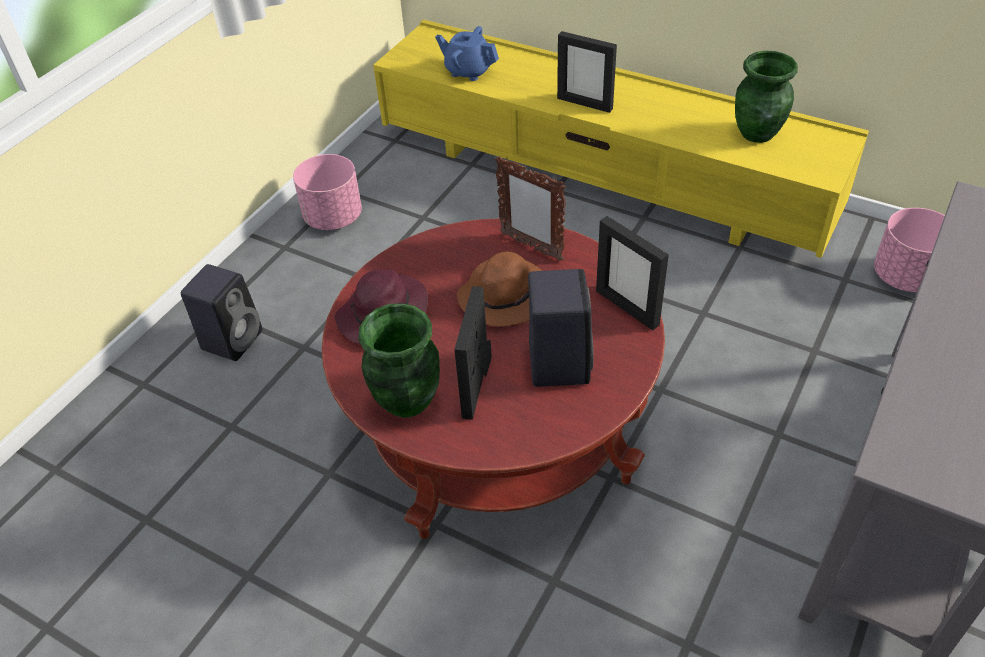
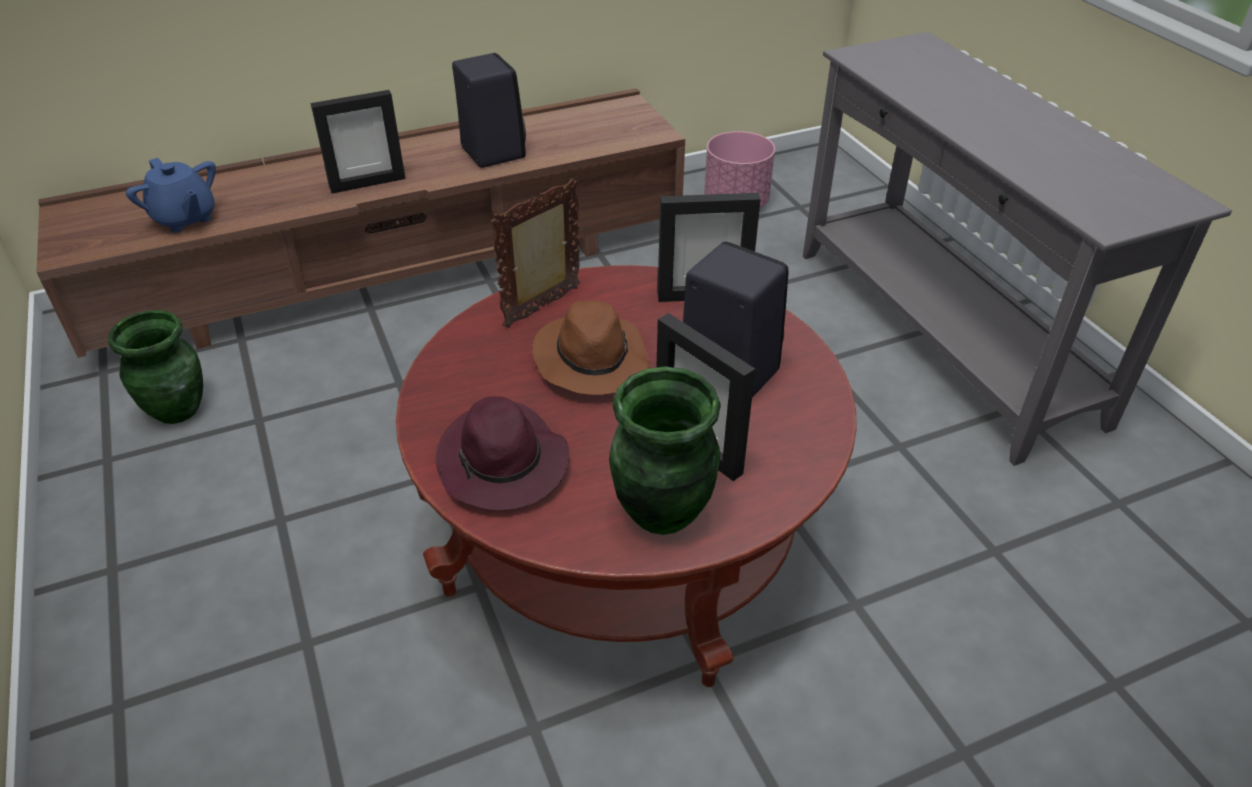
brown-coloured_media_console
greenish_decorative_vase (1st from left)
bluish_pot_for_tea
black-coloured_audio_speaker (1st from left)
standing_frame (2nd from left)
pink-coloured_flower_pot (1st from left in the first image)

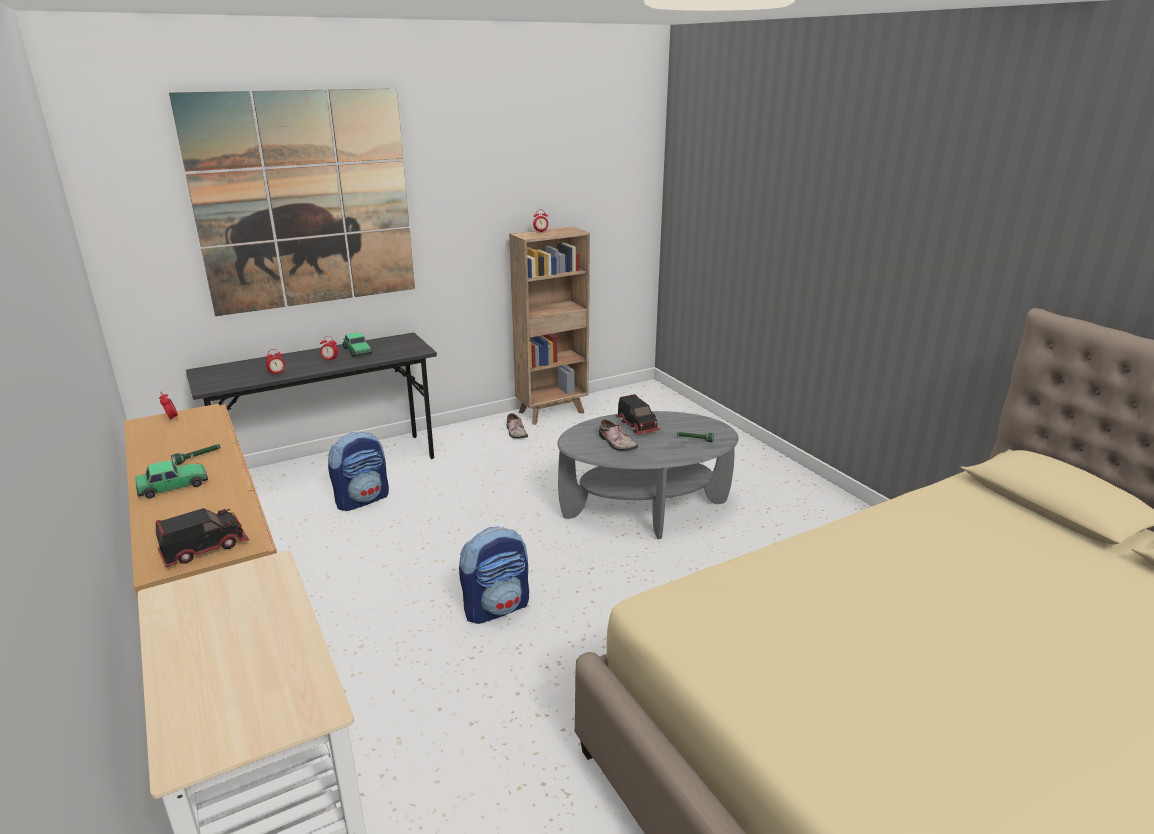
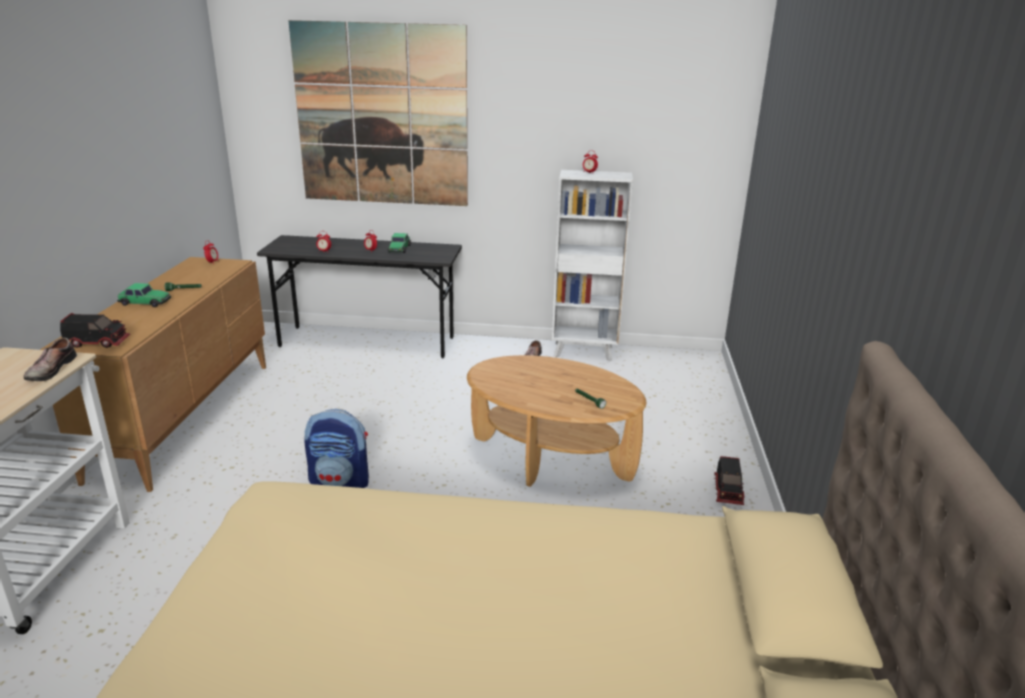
item_of_footwear (1st from left)
brown-coloured_coffee_table
whitish_bookcase
toy_truck (2nd from left)
rucksack (1st from left in the first image)

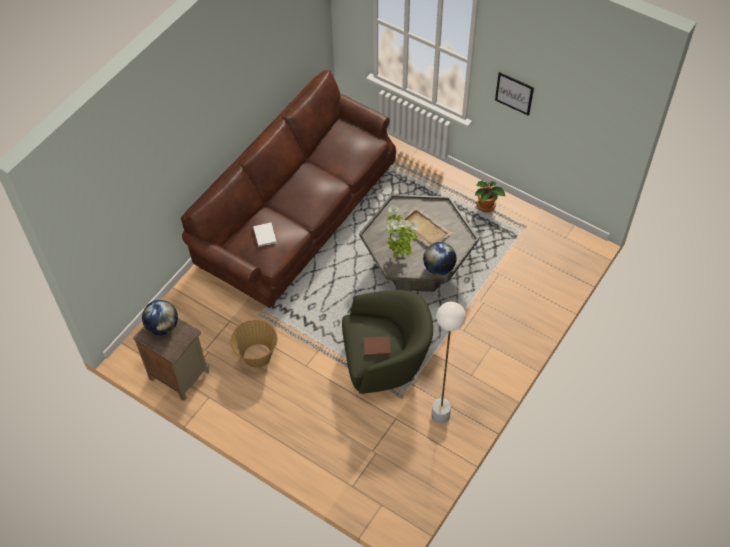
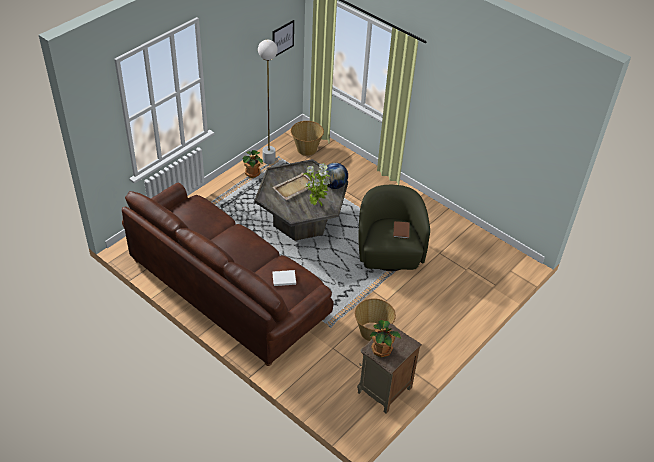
whitish_floor_lamp
wall_picture
storage_basket (1st from left)
potted_plant (3rd from left)

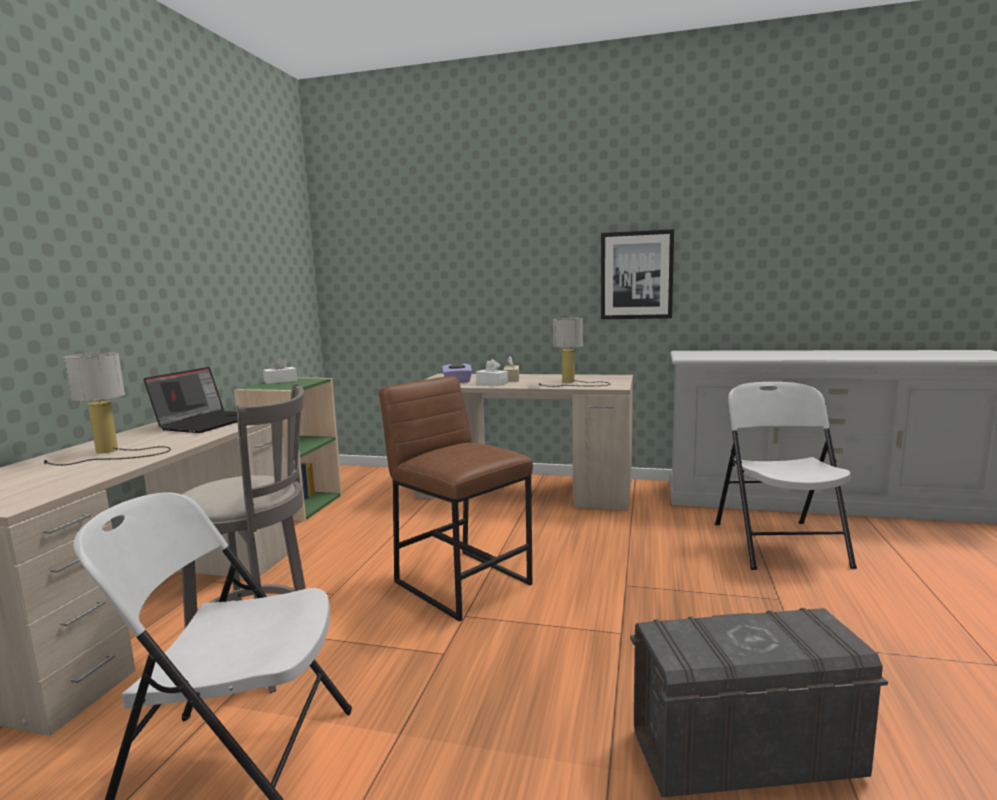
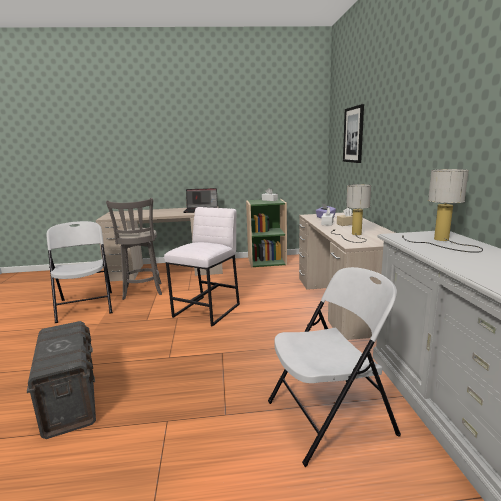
whitish_plain_chair (2nd from left)
wall_picture
lamp_for_a_table (2nd from left)

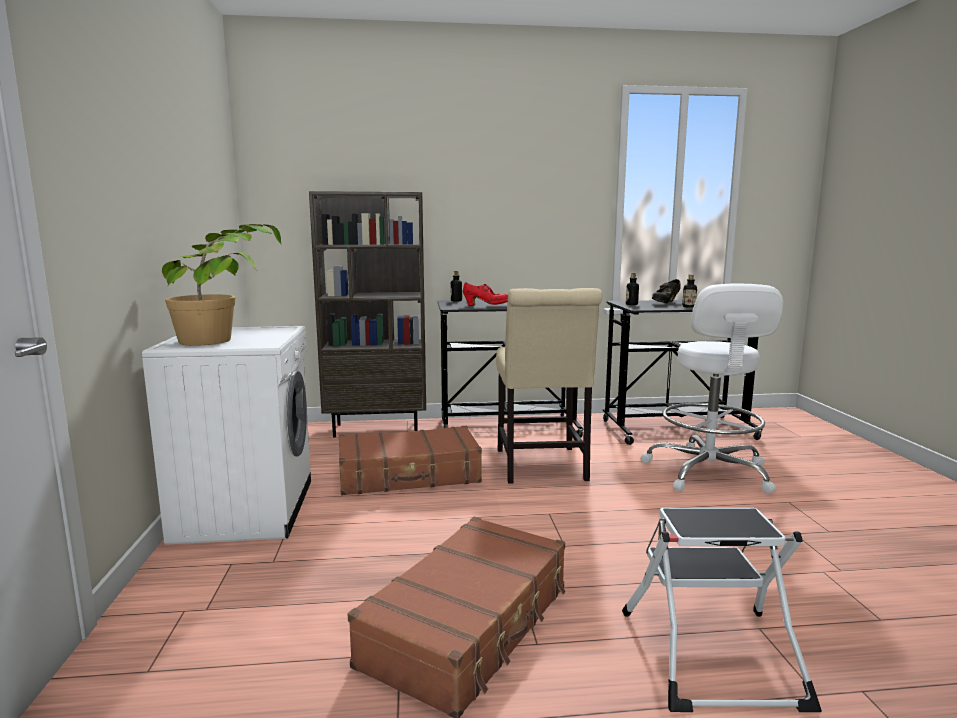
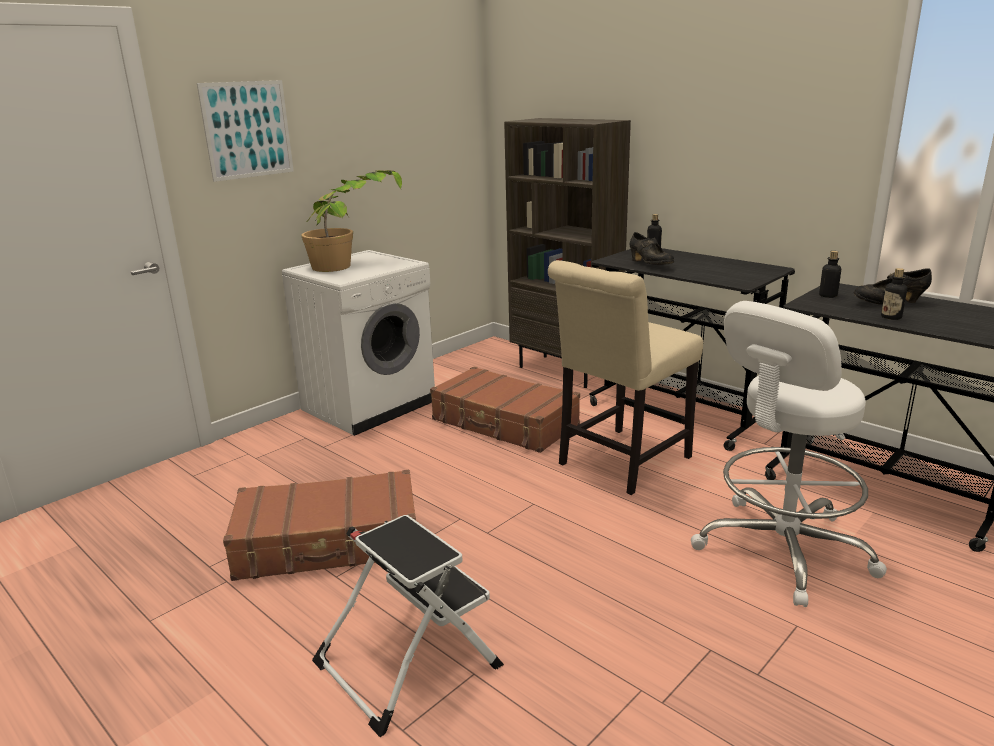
wall_picture
black-coloured_item_of_footwear (1st from left)

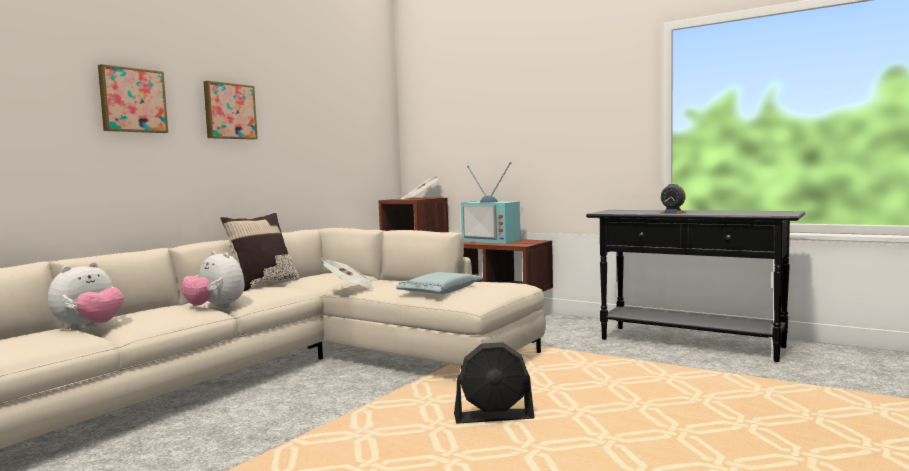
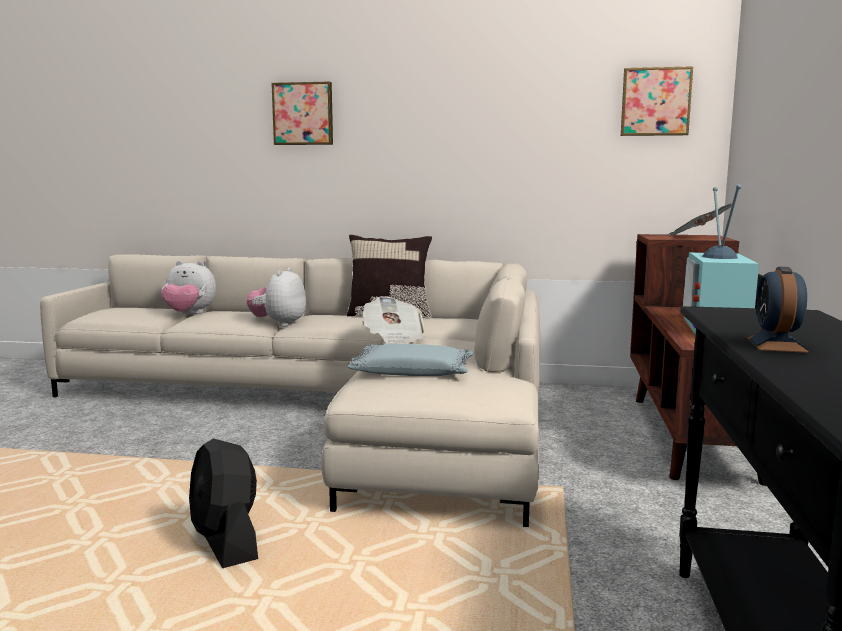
wall_picture (2nd from left)

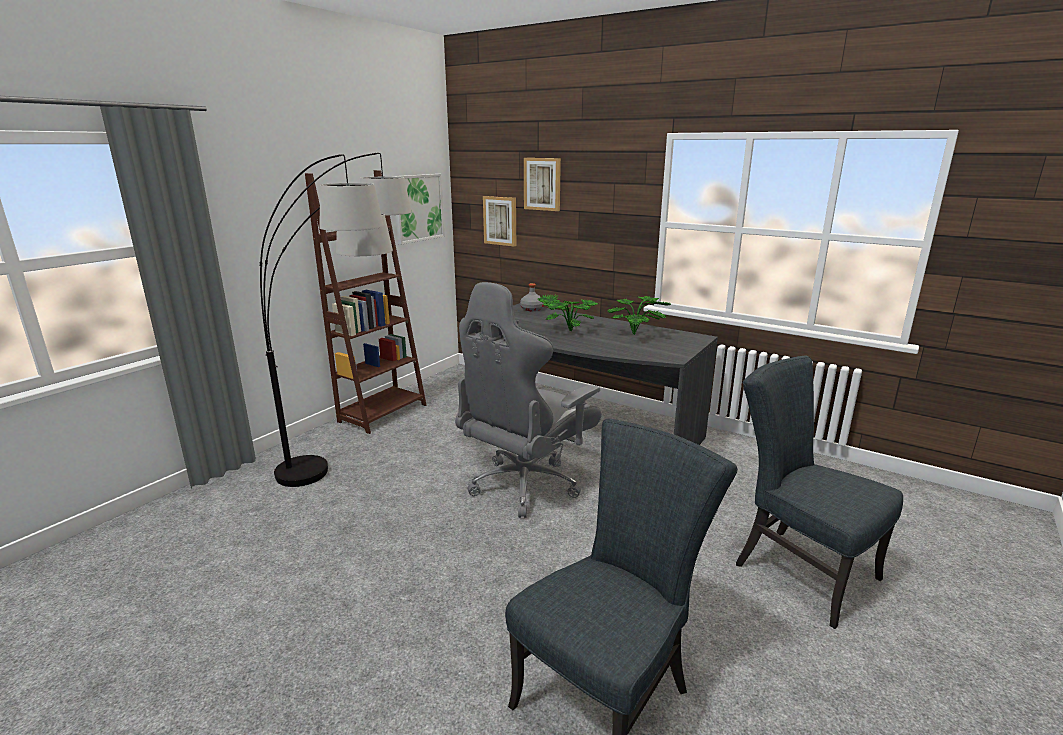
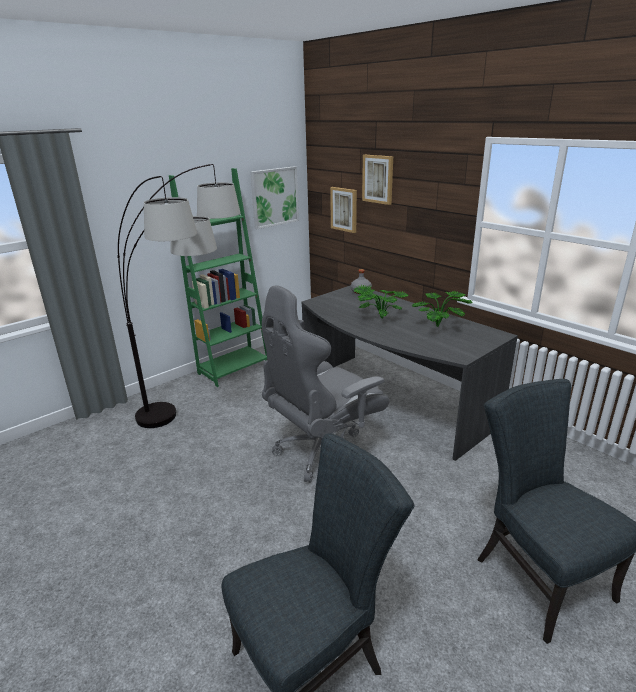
greenish_bookcase

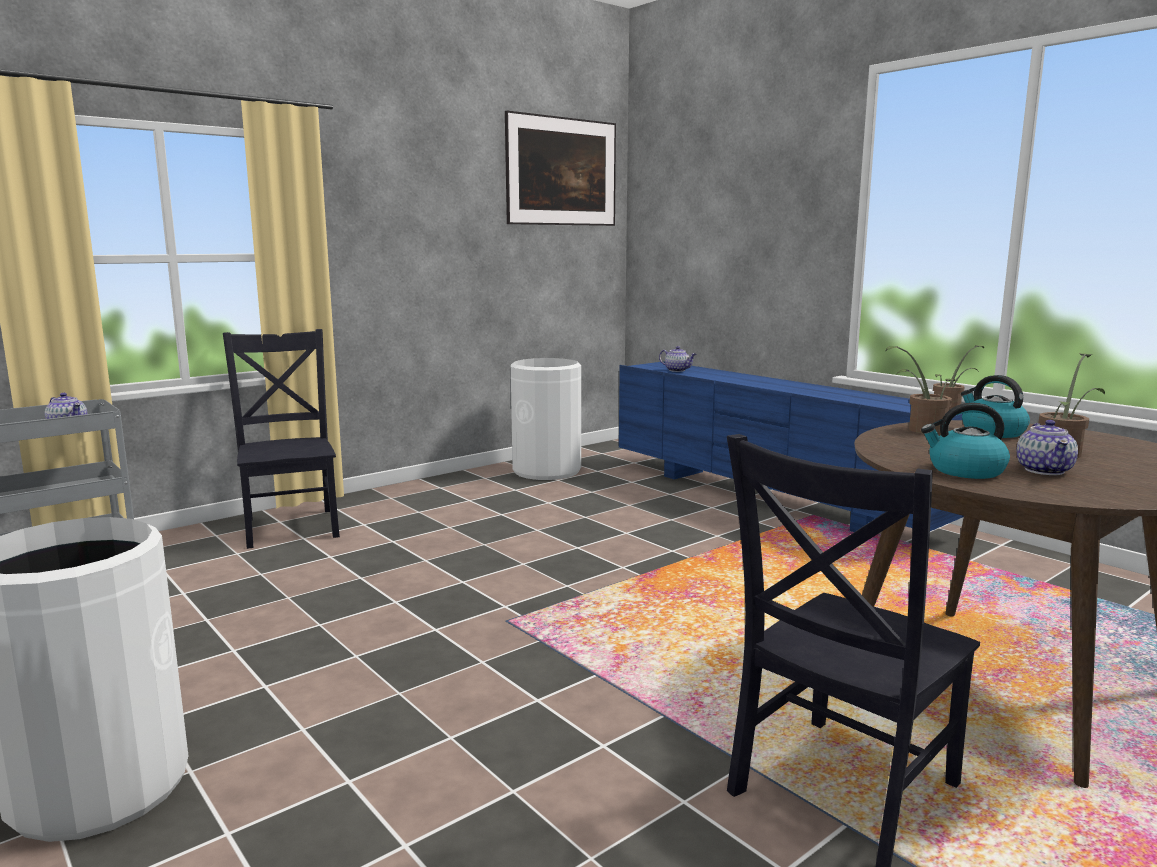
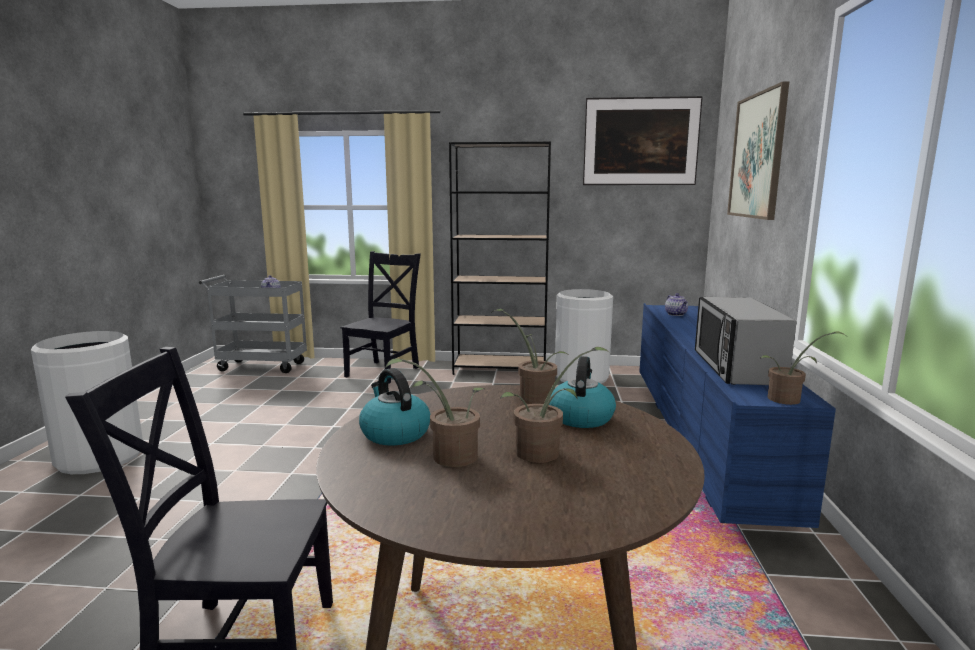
potted_plant (1st from left)
beige-coloured_bookcase
microwave_oven
wall_picture (2nd from left)

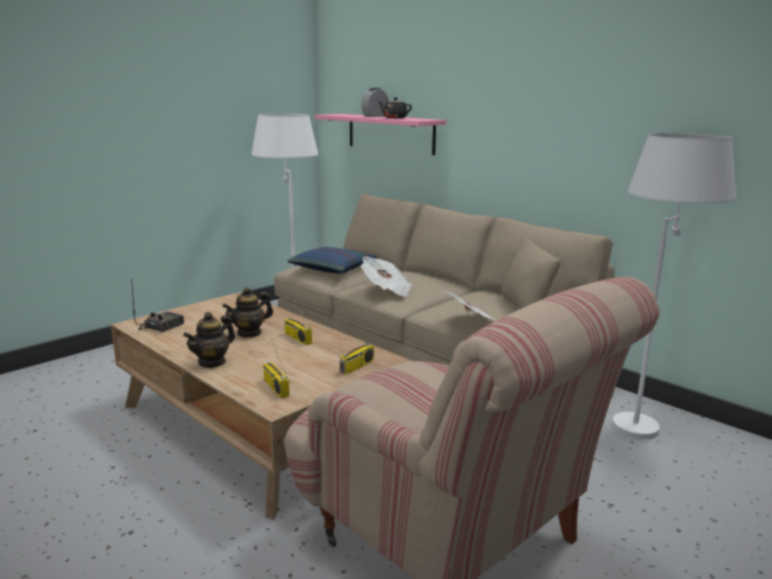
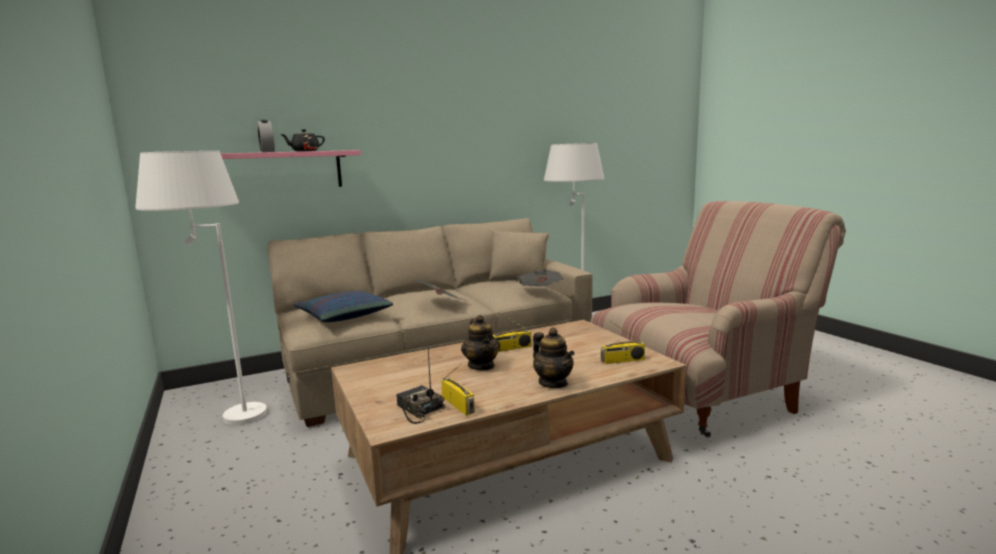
radio_receiver (2nd from left)

